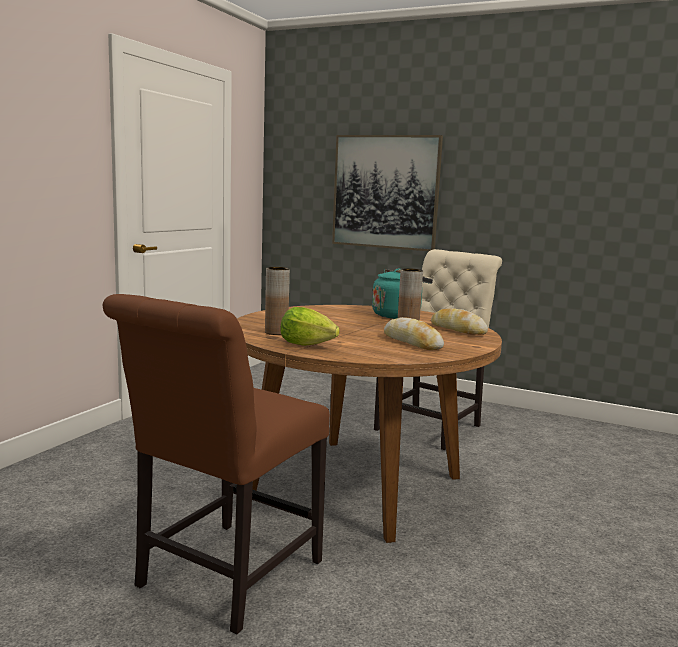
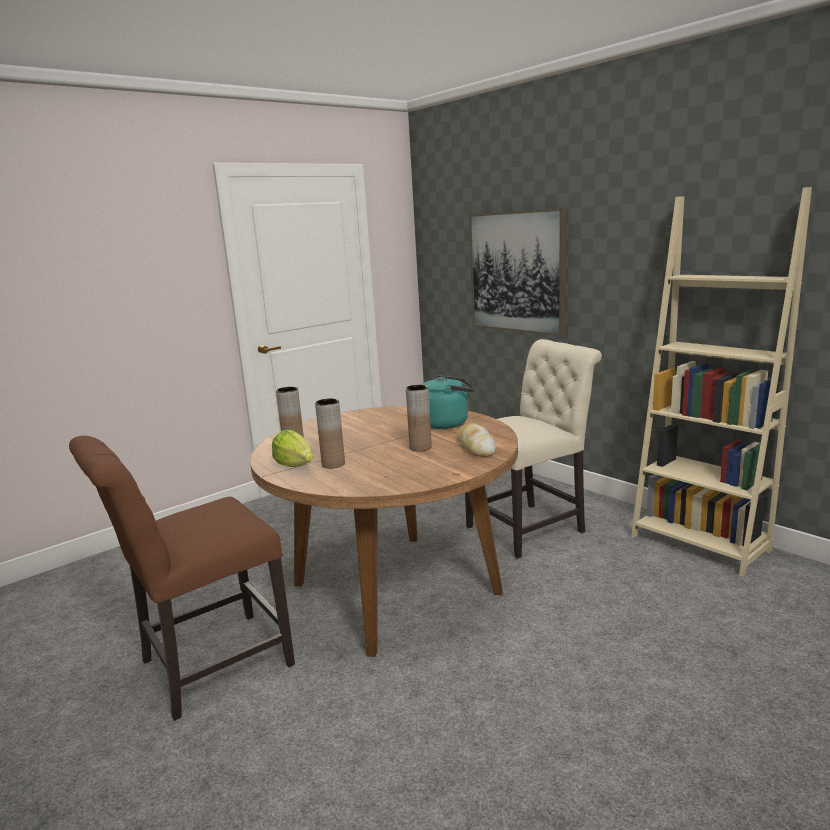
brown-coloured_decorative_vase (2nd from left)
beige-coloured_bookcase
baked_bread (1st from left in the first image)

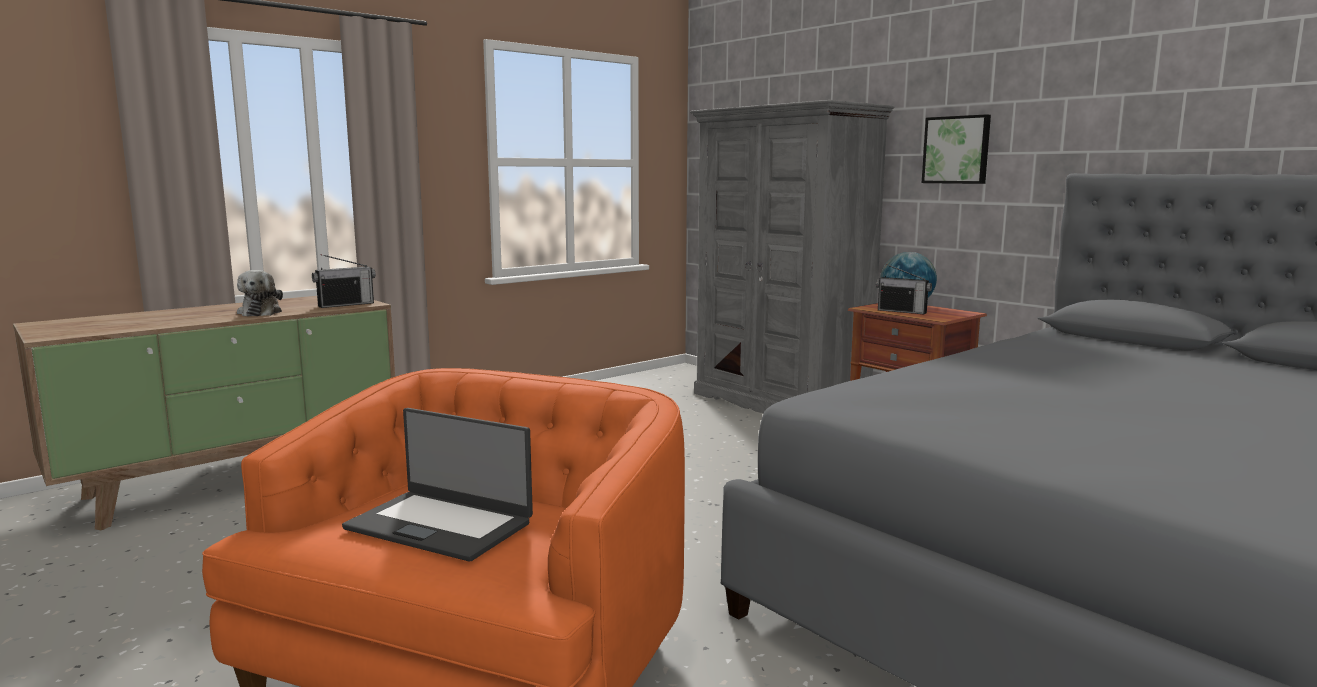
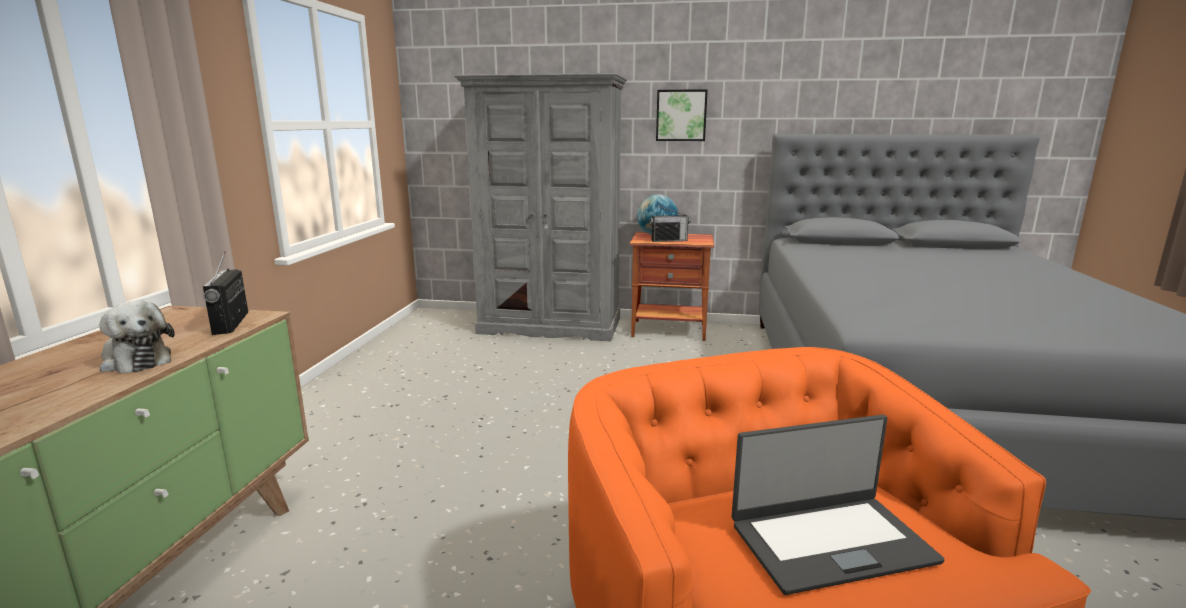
radio_receiver (1st from left)

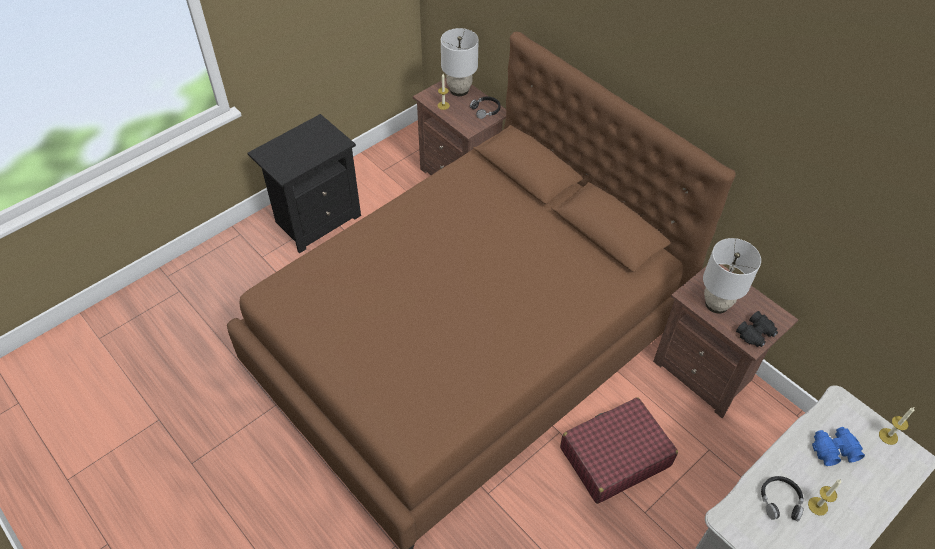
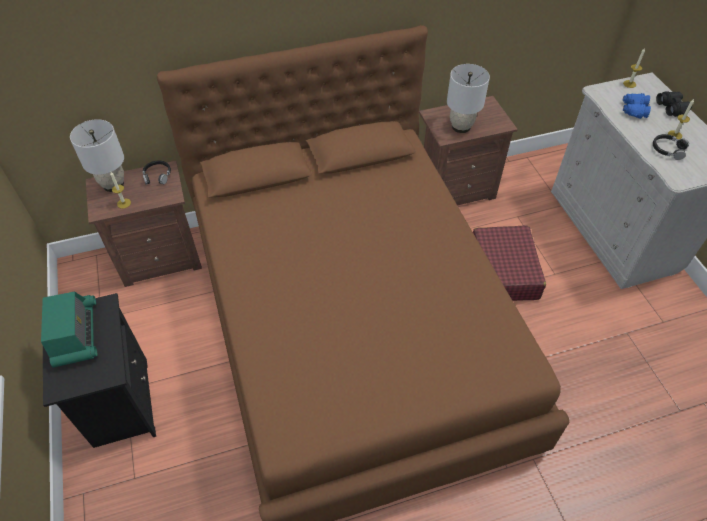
radio_receiver
black-coloured_binoculars

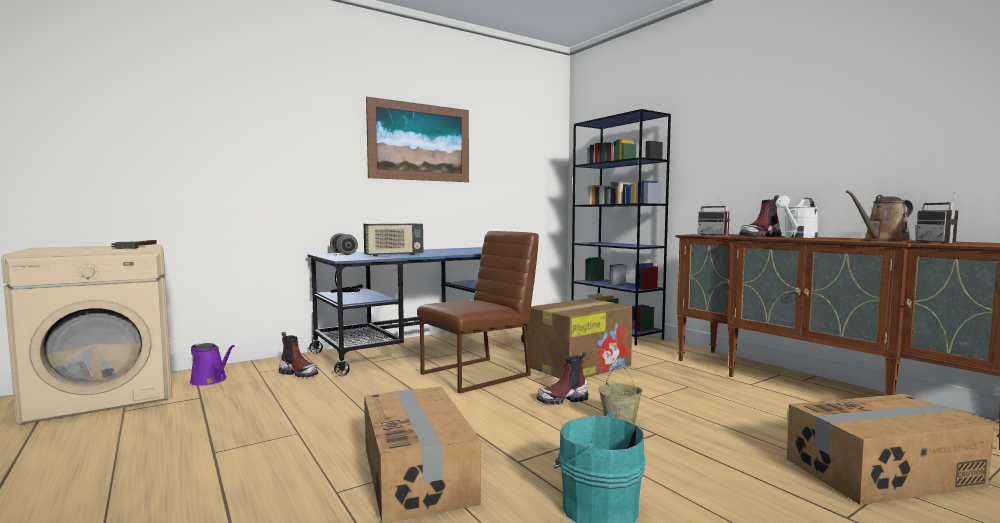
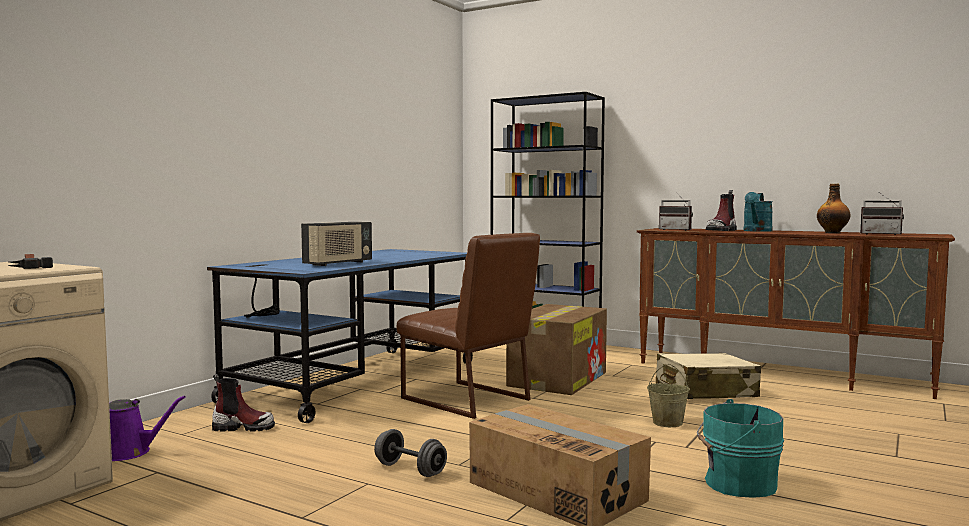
gray_hand_weight
brown-coloured_plain_chair
beige-coloured_travel_case
turquoise_sprinkling_can
bottle
radio_receiver (3rd from left)
wall_picture
high-top_boot (2nd from left in the first image)
packing_box (3rd from left in the first image)

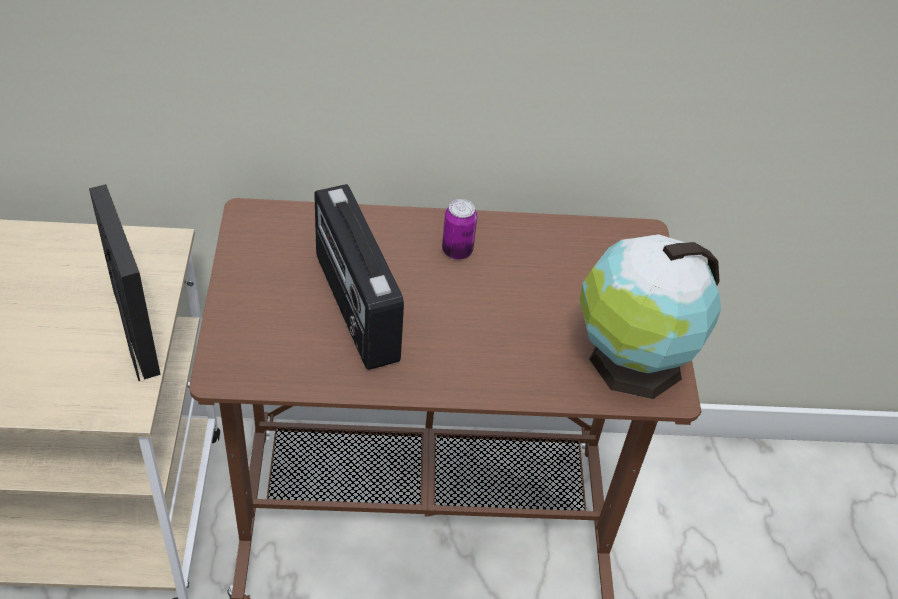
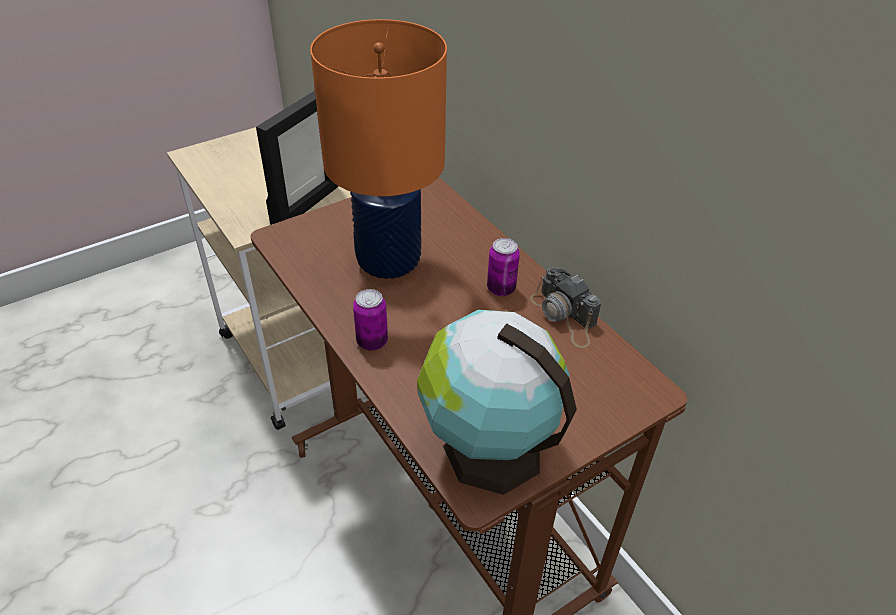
orange-coloured_lamp_for_a_table
can (1st from left)
photo_camera

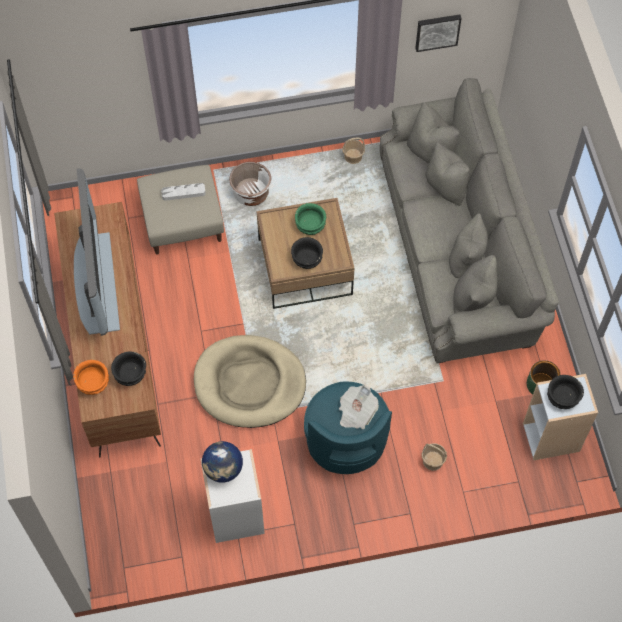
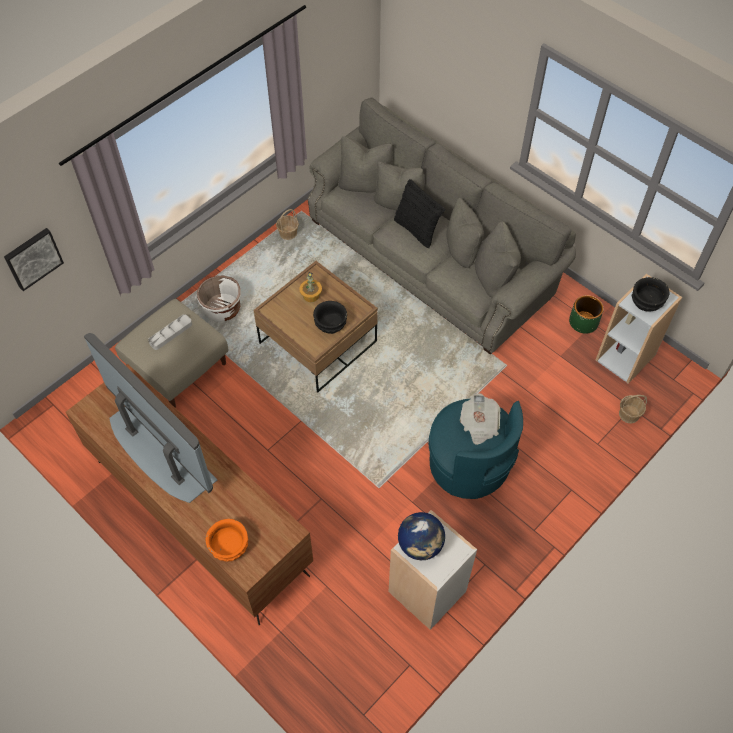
wall_picture
potted_plant
black-coloured_pillow
storage_basket (2nd from left)
black-coloured_bowl (1st from left in the first image)
beige-coloured_dog_cushion

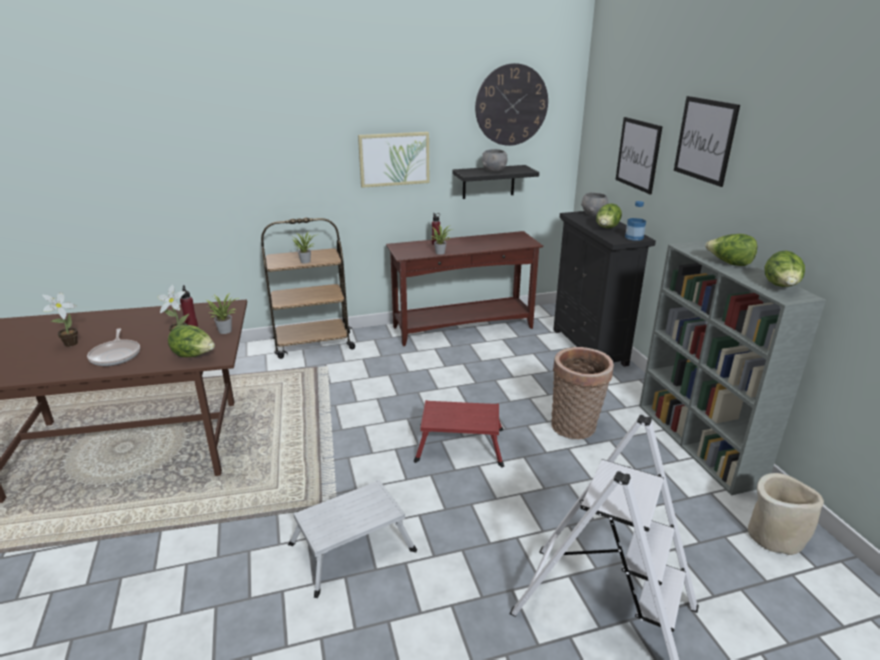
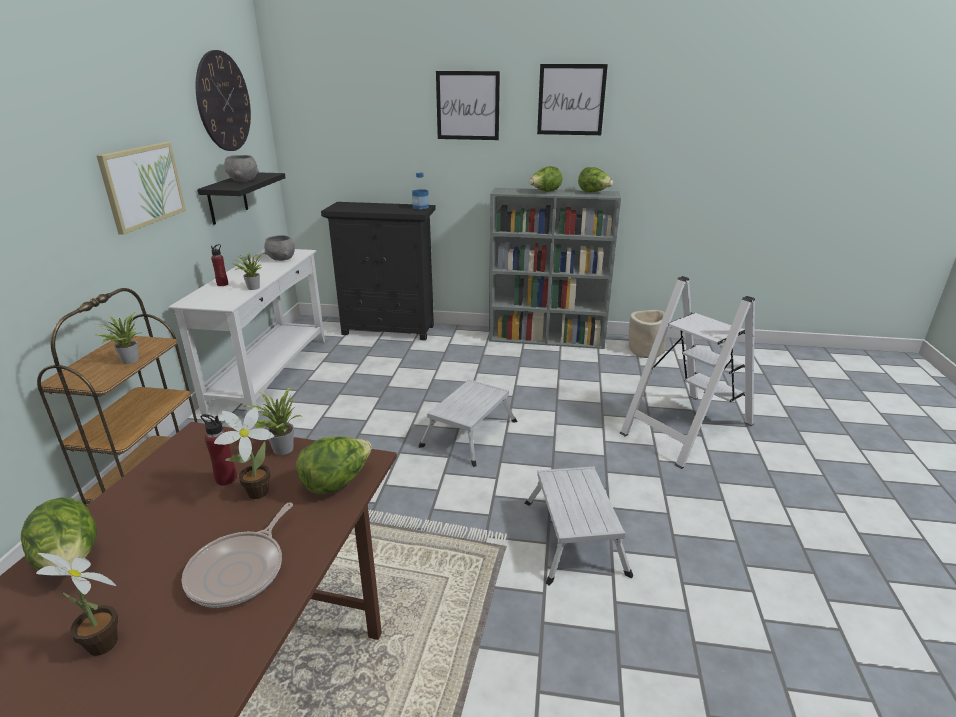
head_of_lettuce (1st from left)
whitish_console_table
pan
gray_bowl (2nd from left)
whitish_step_stool (1st from left)
wall_picture (3rd from left)
storage_basket

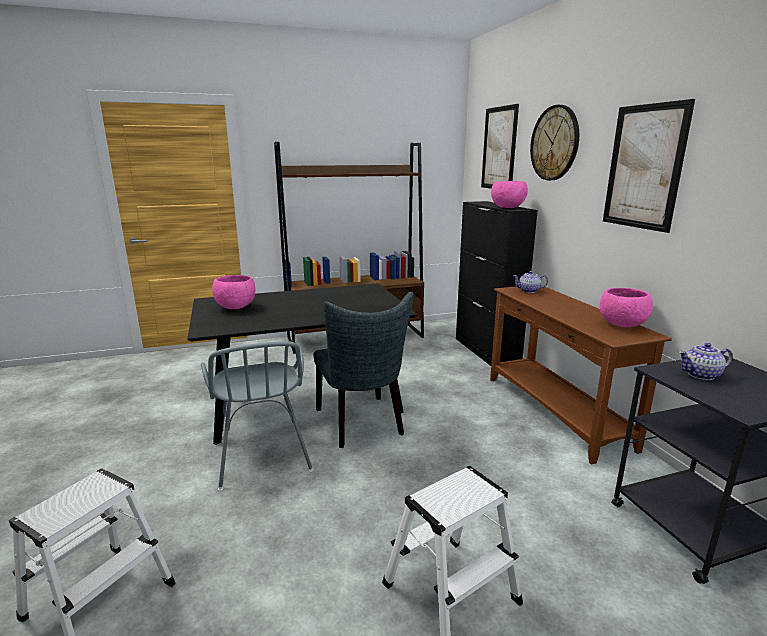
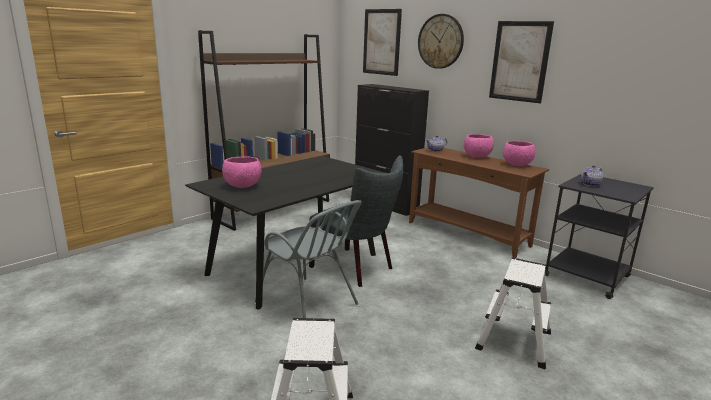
pink-coloured_bowl (2nd from left)

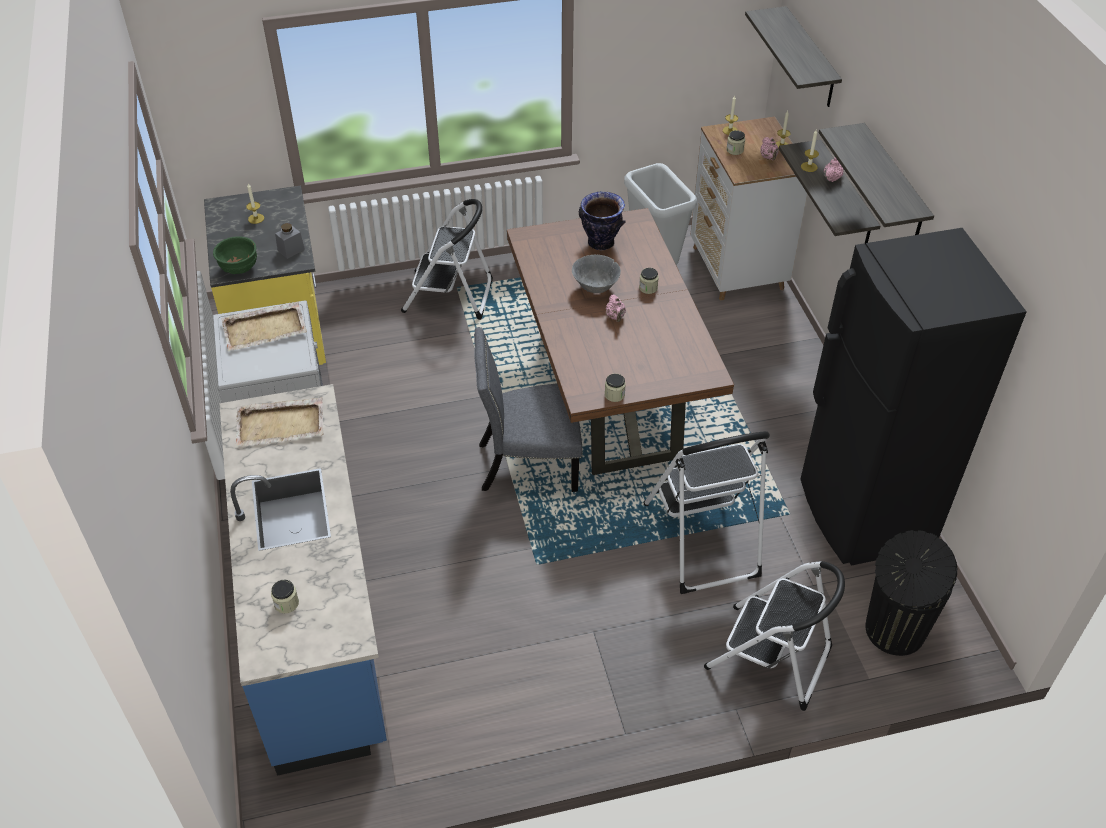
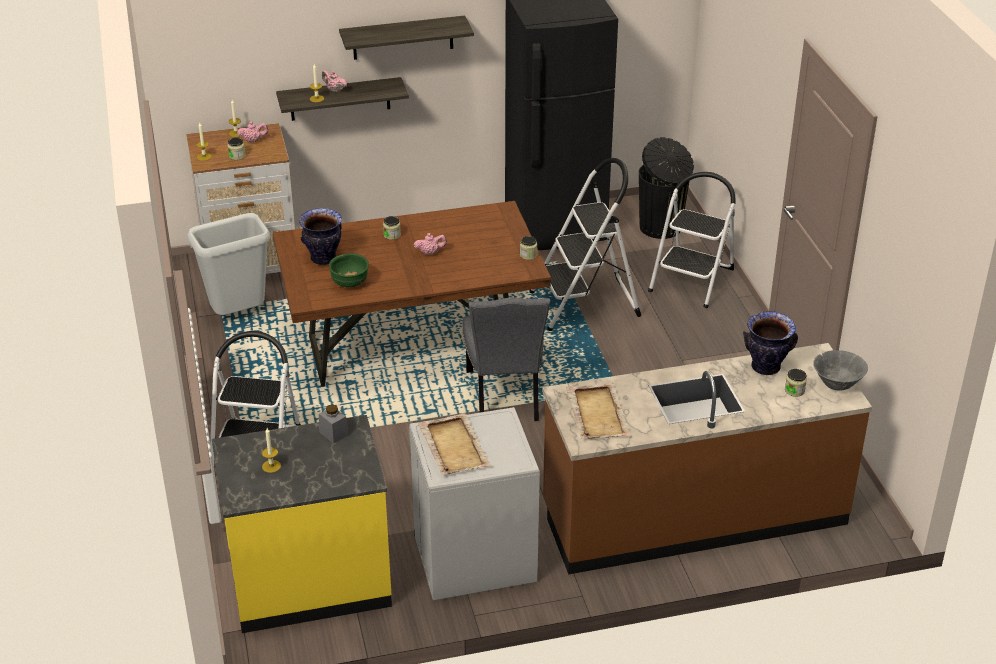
greenish_bowl
brown-coloured_counter
decorative_vase (2nd from left)
gray_bowl
wall_shelf (1st from left in the first image)

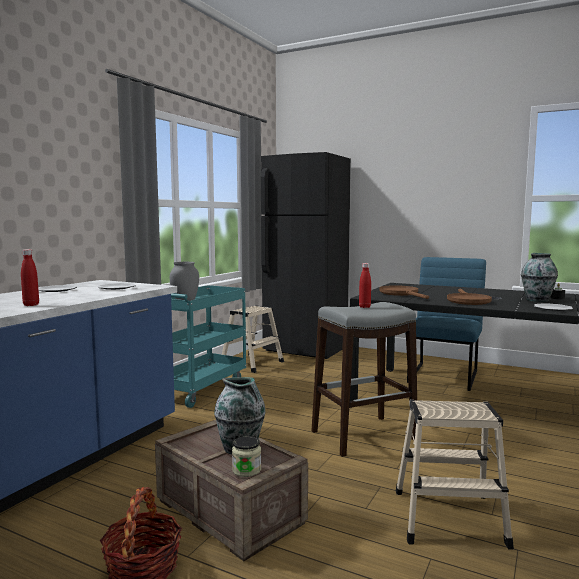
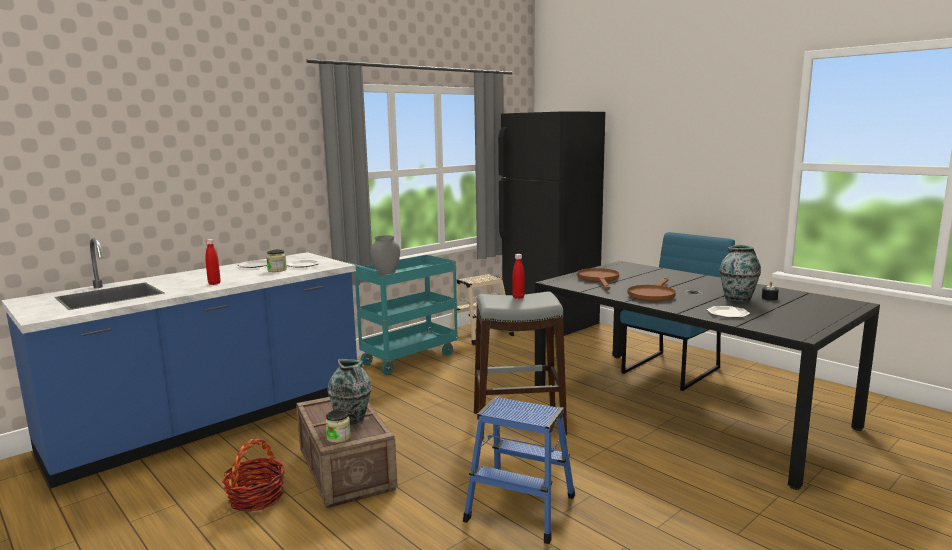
jar (1st from left)
bluish_step_stool

